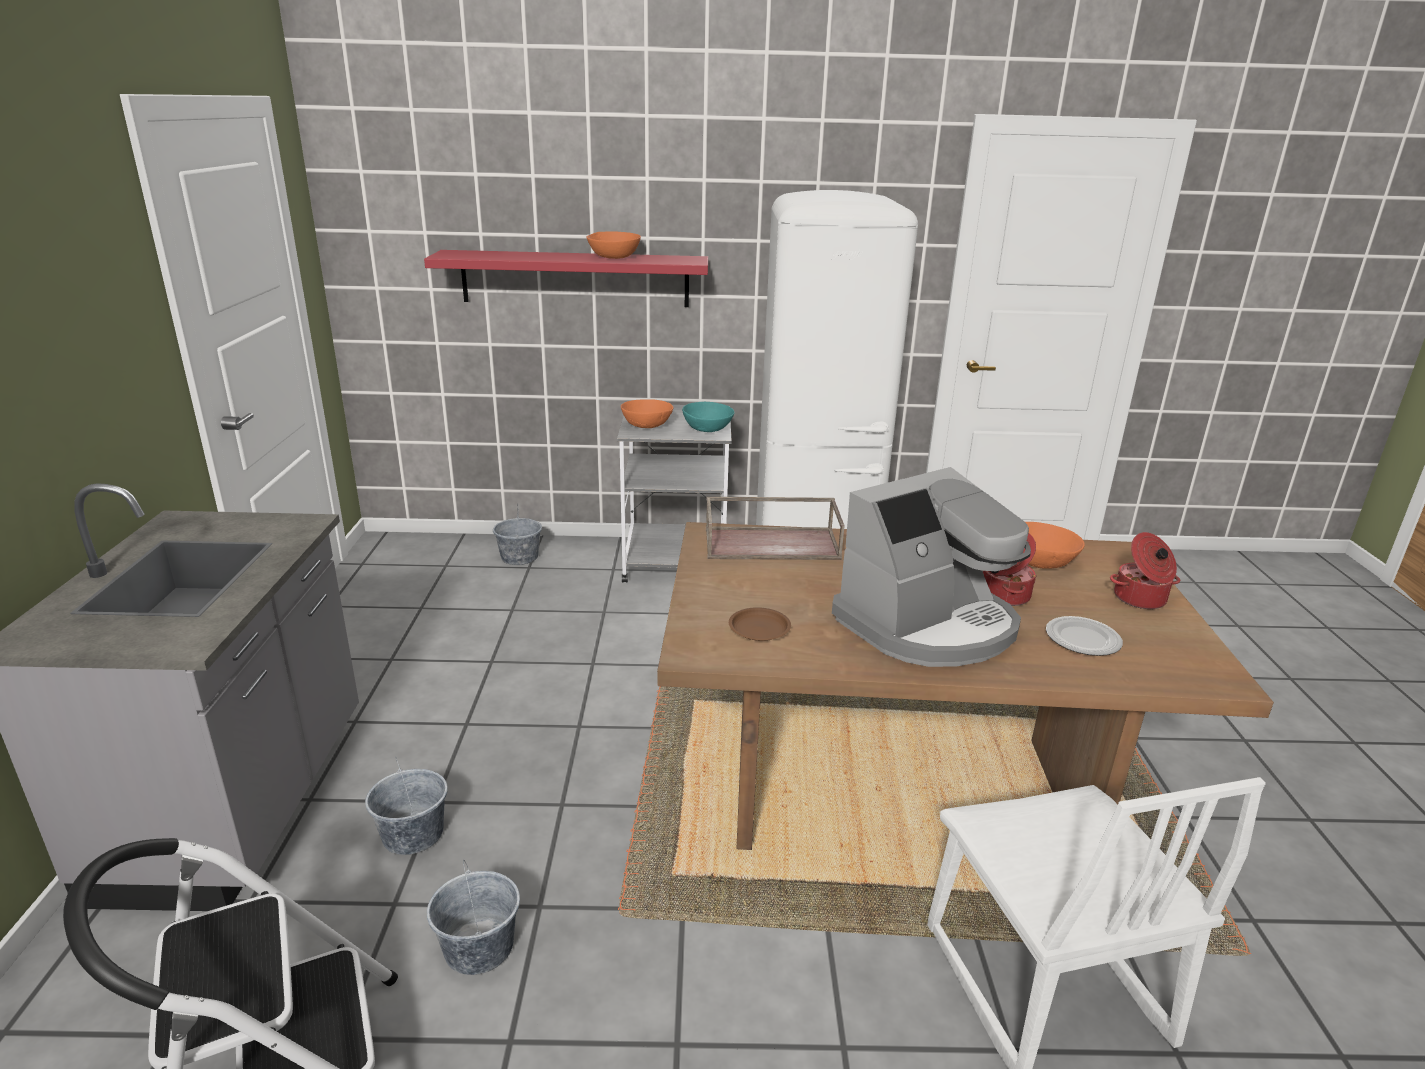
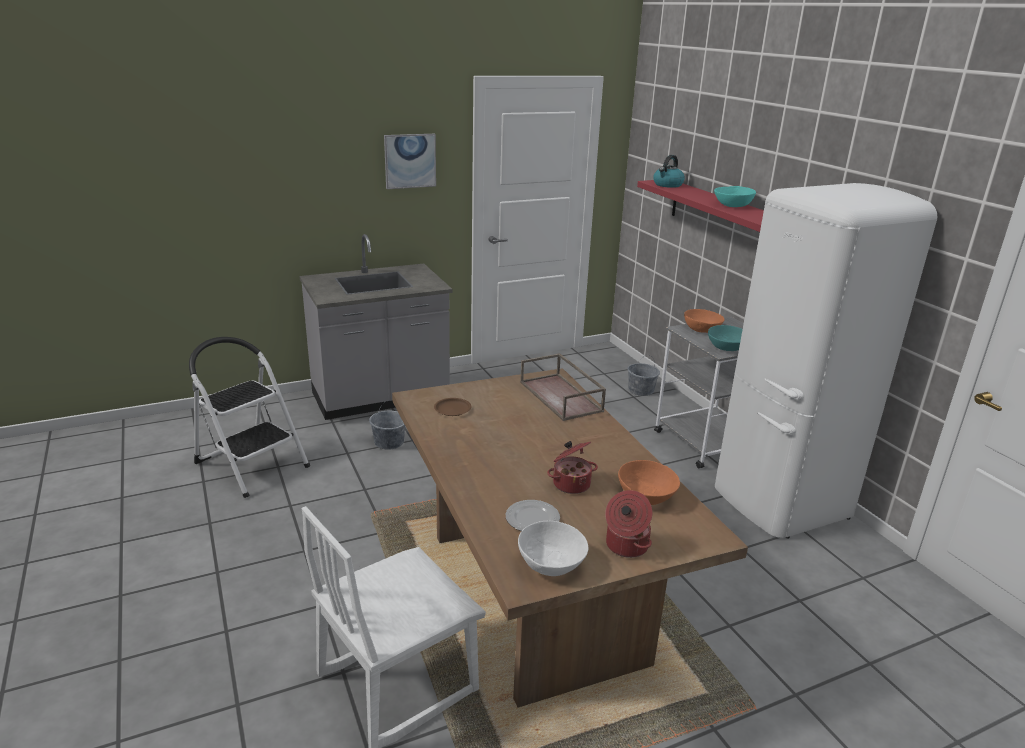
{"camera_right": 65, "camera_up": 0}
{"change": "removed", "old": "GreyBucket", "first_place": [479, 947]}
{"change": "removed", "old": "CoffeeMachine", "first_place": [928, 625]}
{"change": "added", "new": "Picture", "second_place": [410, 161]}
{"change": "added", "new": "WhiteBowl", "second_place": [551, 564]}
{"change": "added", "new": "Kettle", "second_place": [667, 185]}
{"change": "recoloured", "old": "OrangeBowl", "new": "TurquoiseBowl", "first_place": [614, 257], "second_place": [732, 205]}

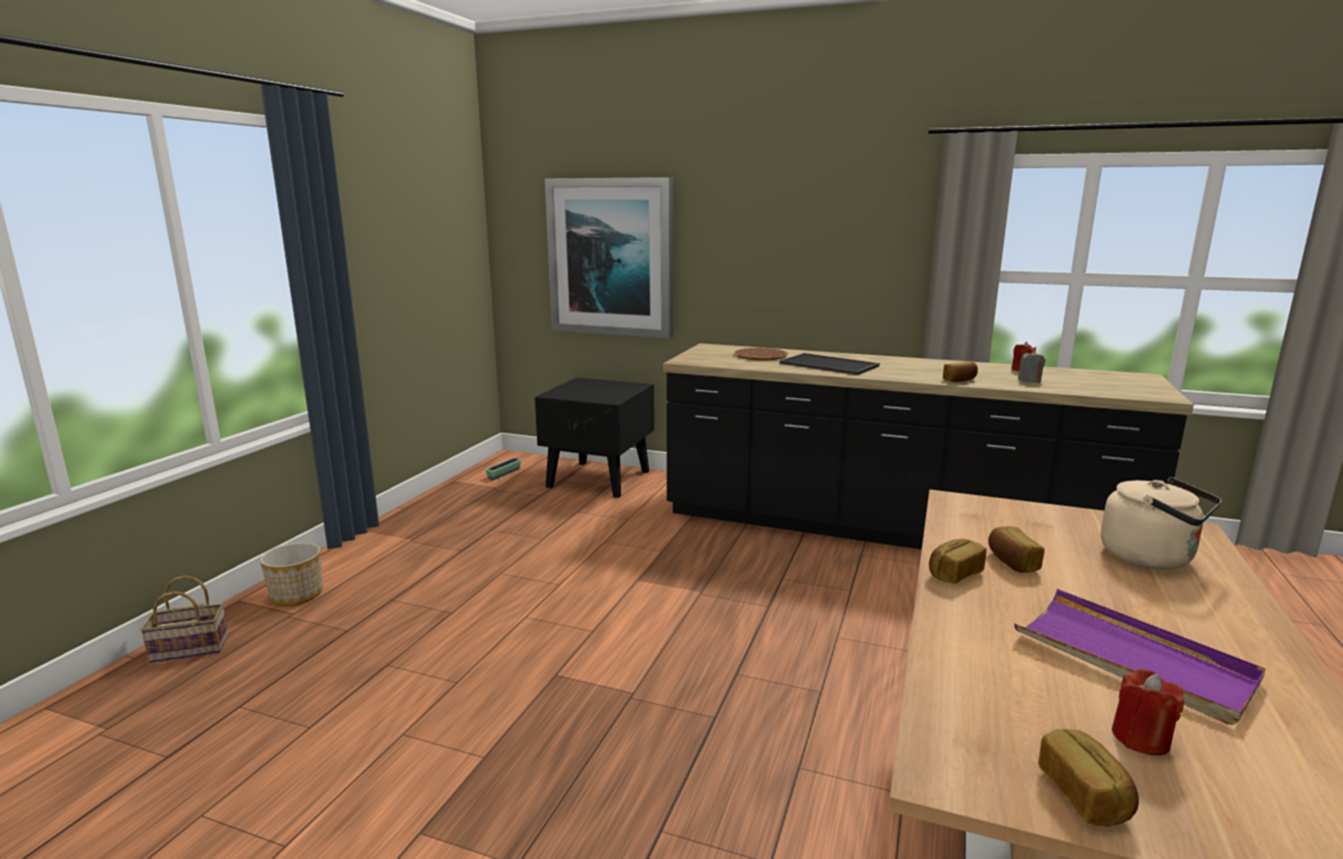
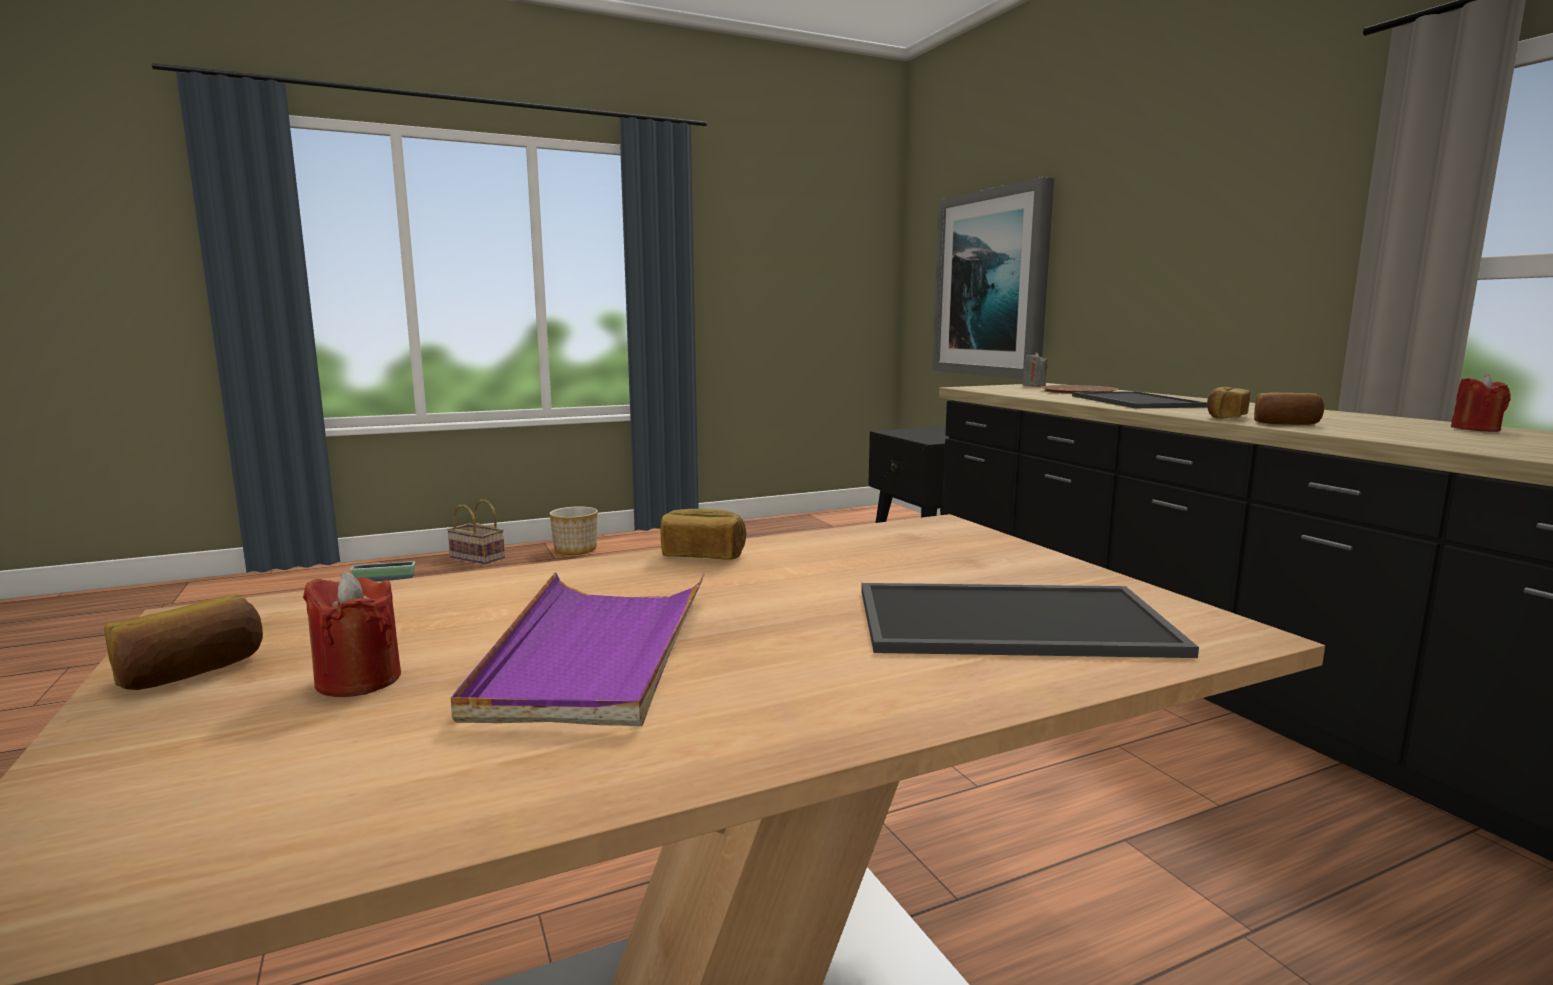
{"camera_right": 45, "camera_up": -5}
{"change": "moved", "old": "Planter", "first_place": [504, 474], "second_place": [384, 579]}
{"change": "moved", "old": "Bread", "first_place": [1011, 562], "second_place": [1225, 417]}
{"change": "moved", "old": "GreyCandle", "first_place": [1029, 380], "second_place": [1033, 386]}
{"change": "replaced", "old": "BeigeKettle", "new": "Tray", "first_place": [1152, 558], "second_place": [1009, 623]}

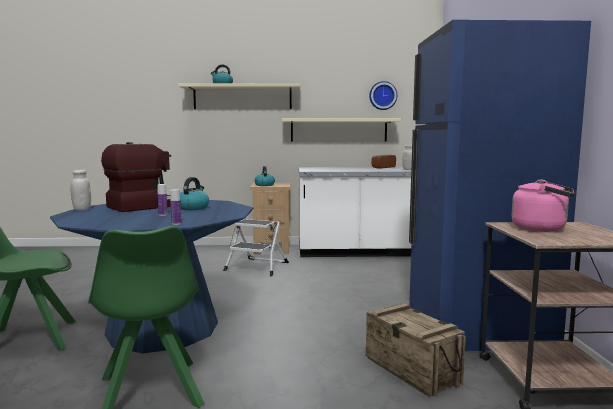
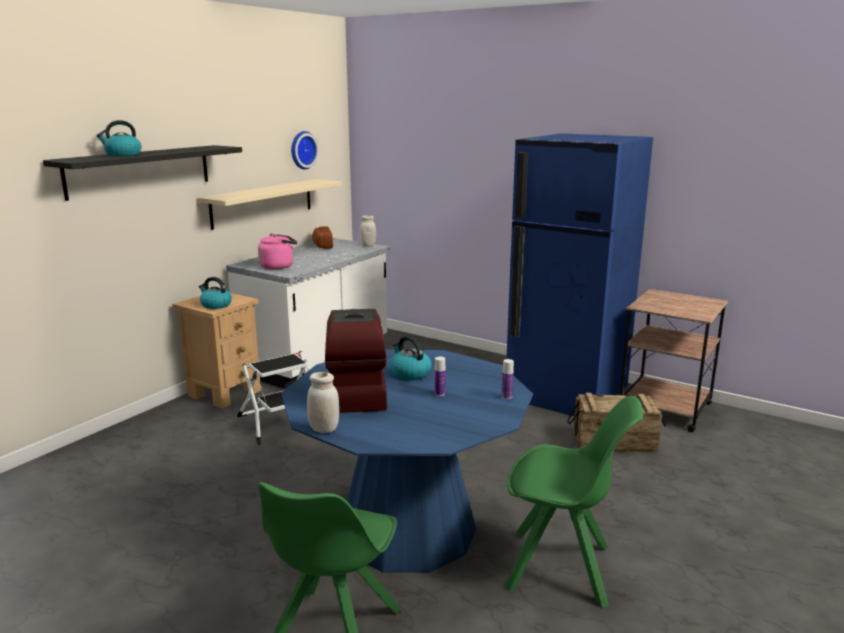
{"camera_right": -55, "camera_up": 10}
{"change": "moved", "old": "PinkKettle", "first_place": [542, 228], "second_place": [278, 266]}
{"change": "recoloured", "old": "BeigeShelf", "new": "BlackShelf", "first_place": [242, 97], "second_place": [140, 171]}

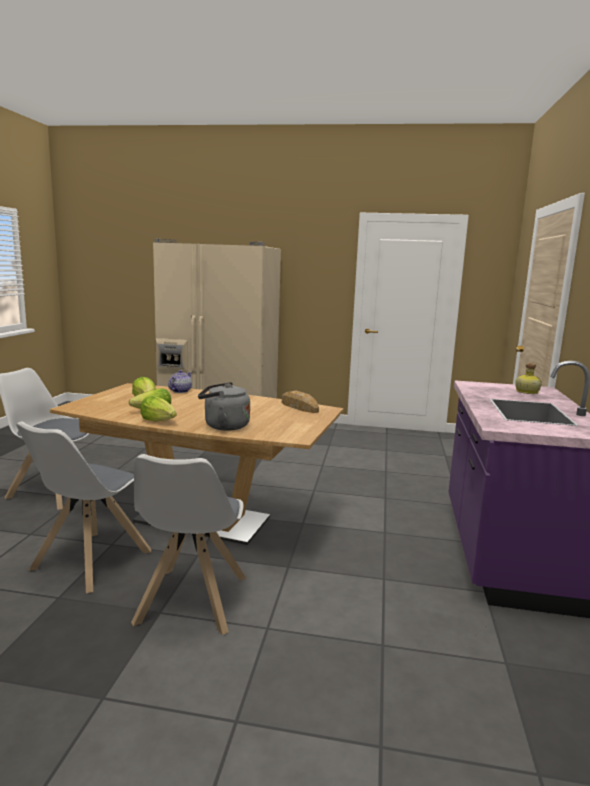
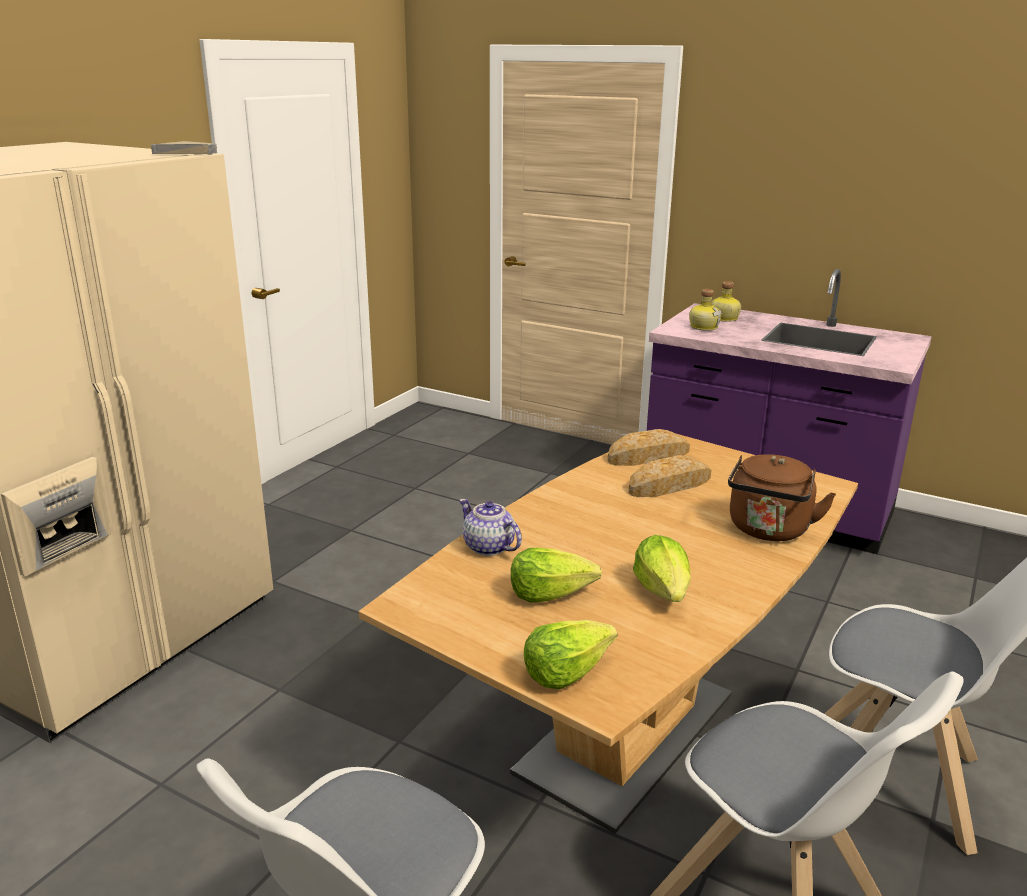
{"camera_right": -70, "camera_up": 10}
{"change": "added", "new": "Bread", "second_place": [670, 485]}
{"change": "added", "new": "Bottle", "second_place": [703, 327]}
{"change": "moved", "old": "Lettuce", "first_place": [159, 421], "second_place": [566, 671]}
{"change": "recoloured", "old": "GreyKettle", "new": "BrownKettle", "first_place": [223, 426], "second_place": [768, 531]}

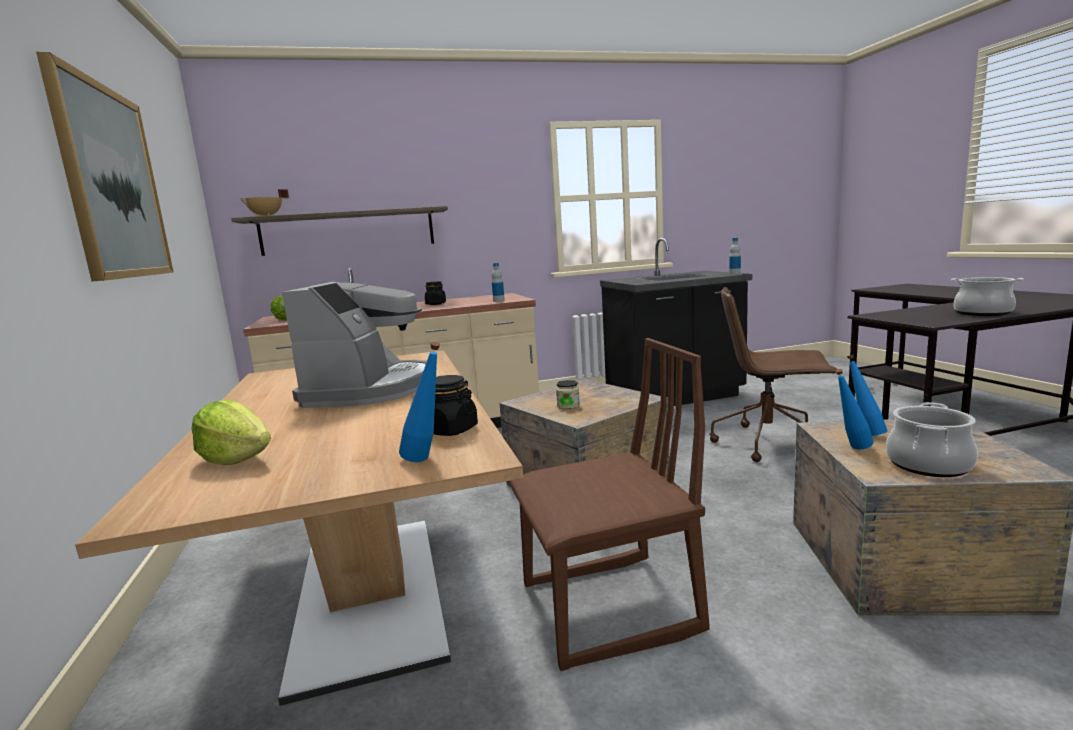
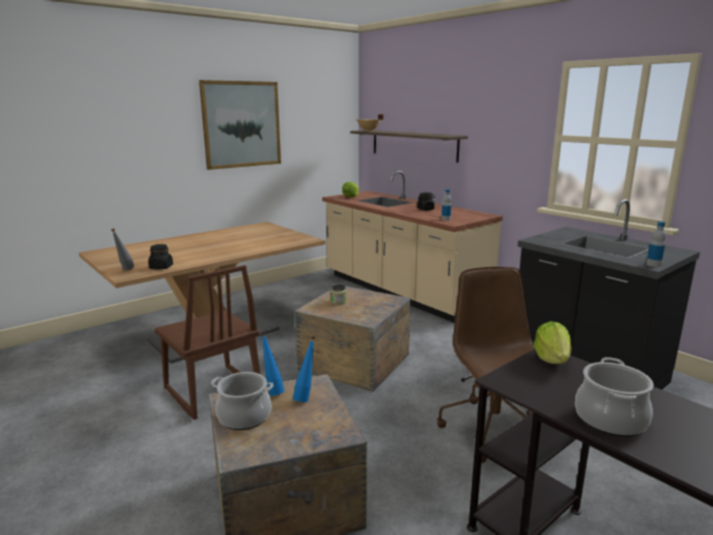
{"camera_right": 65, "camera_up": 5}
{"change": "removed", "old": "CoffeeMachine", "first_place": [371, 389]}
{"change": "moved", "old": "Lettuce", "first_place": [236, 459], "second_place": [552, 359]}
{"change": "recoloured", "old": "BlueBottle", "new": "GreyBottle", "first_place": [427, 461], "second_place": [125, 270]}

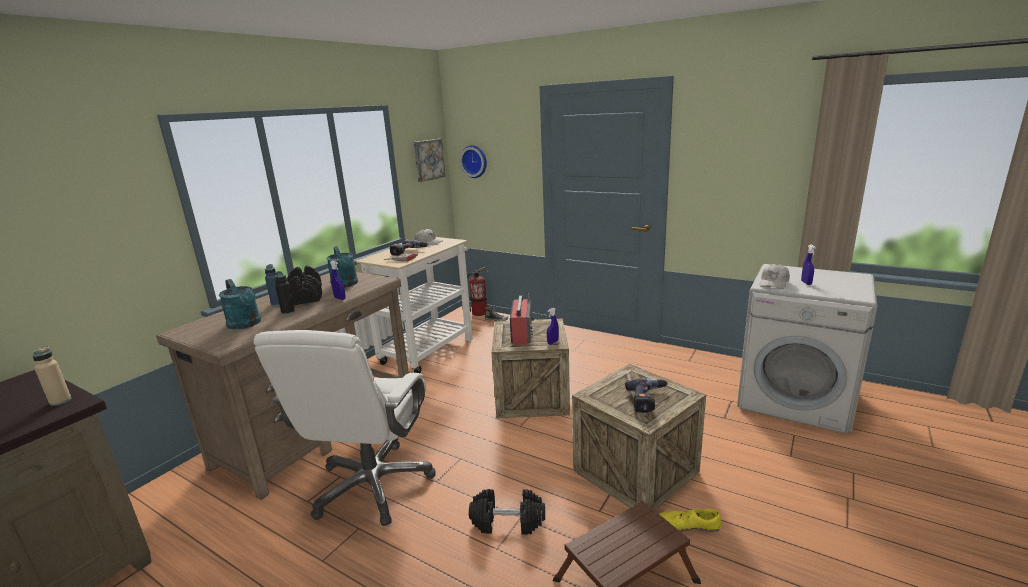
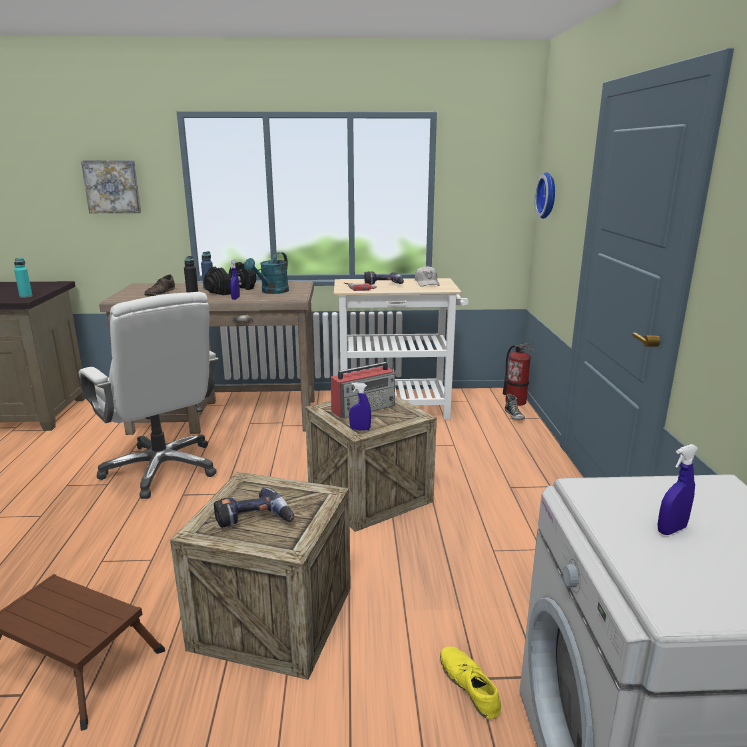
{"camera_right": 55, "camera_up": 0}
{"change": "removed", "old": "BlackDumbbell", "first_place": [508, 522]}
{"change": "removed", "old": "WhiteCap", "first_place": [774, 283]}
{"change": "moved", "old": "Picture", "first_place": [428, 160], "second_place": [112, 186]}
{"change": "moved", "old": "YellowShoe", "first_place": [687, 525], "second_place": [469, 685]}
{"change": "replaced", "old": "TurquoiseWateringCan", "new": "BrownShoe", "first_place": [246, 324], "second_place": [160, 293]}
{"change": "recoloured", "old": "BeigeBottle", "new": "TurquoiseBottle", "first_place": [60, 401], "second_place": [26, 296]}
{"change": "turned", "old": "WhiteOfficeChair", "first_place": [372, 485], "second_place": [162, 468], "degrees": -105}

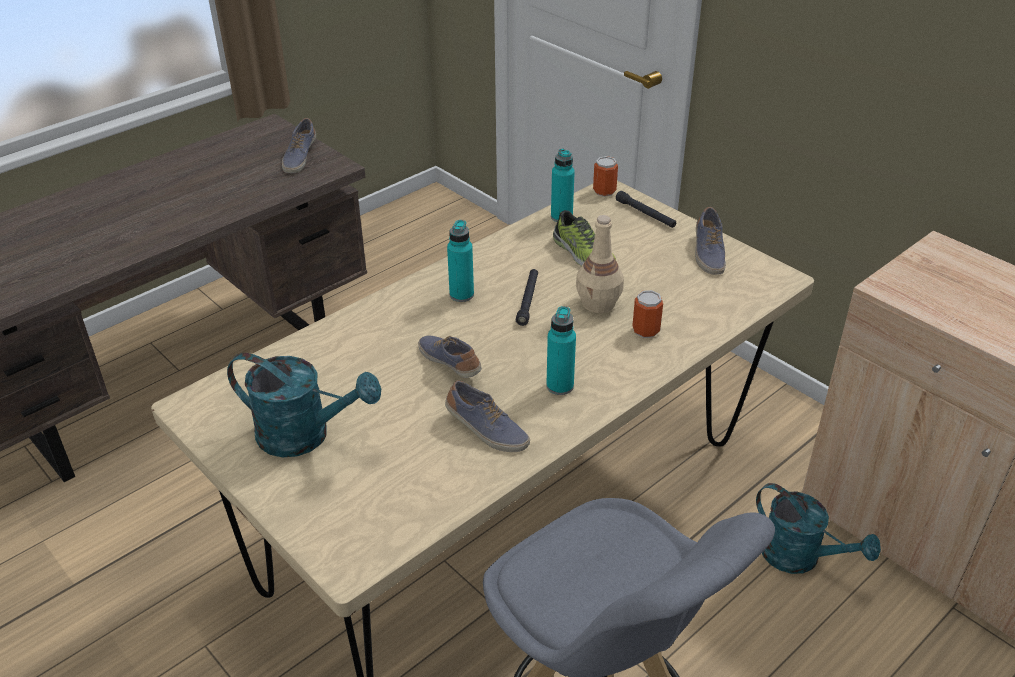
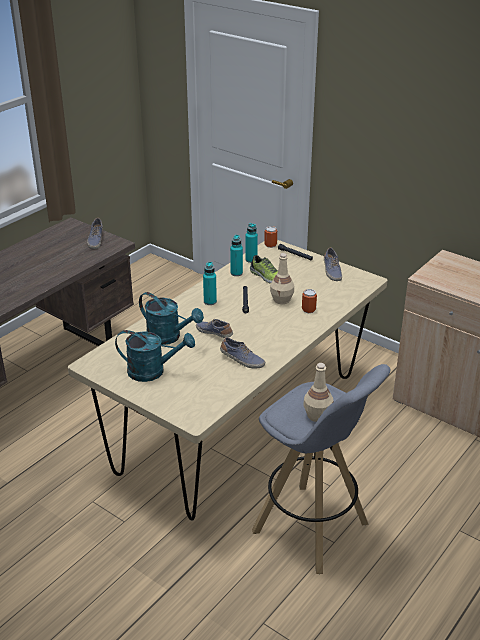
{"camera_right": -10, "camera_up": -5}
{"change": "added", "new": "BeigeBottle", "second_place": [317, 415]}
{"change": "moved", "old": "TurquoiseBottle", "first_place": [560, 386], "second_place": [236, 273]}
{"change": "moved", "old": "TurquoiseWateringCan", "first_place": [800, 558], "second_place": [169, 337]}

